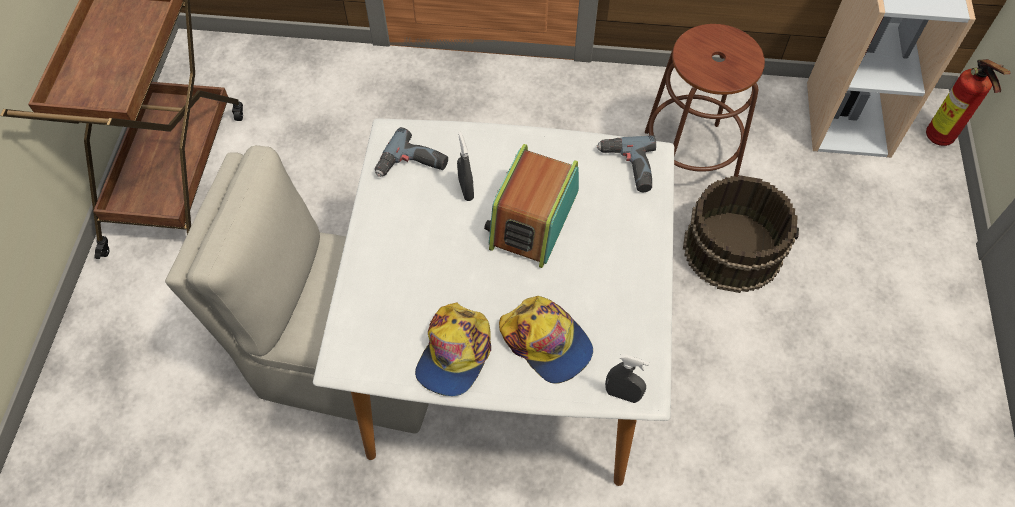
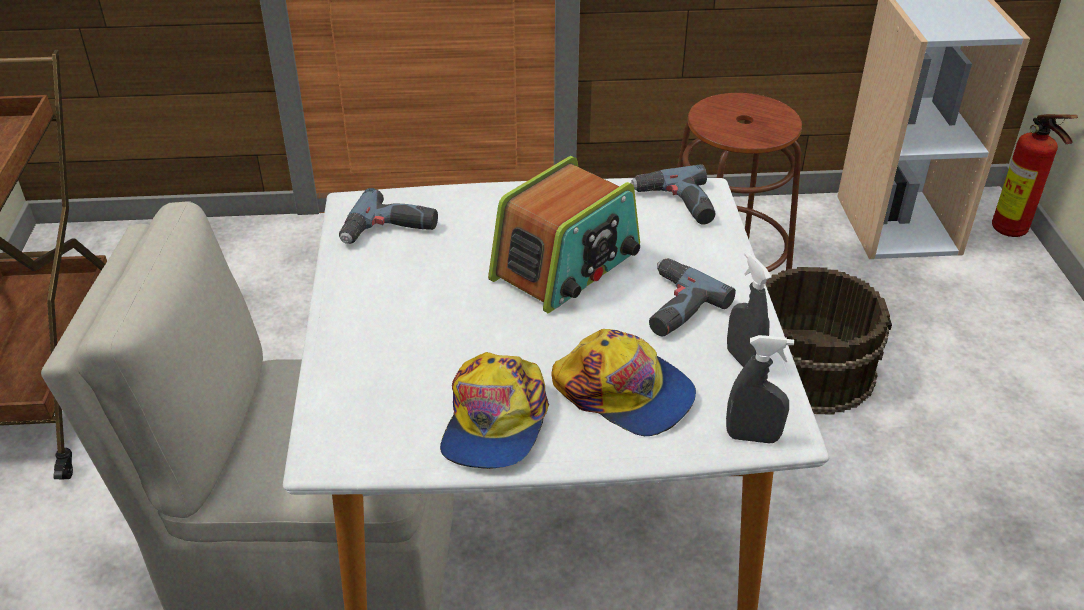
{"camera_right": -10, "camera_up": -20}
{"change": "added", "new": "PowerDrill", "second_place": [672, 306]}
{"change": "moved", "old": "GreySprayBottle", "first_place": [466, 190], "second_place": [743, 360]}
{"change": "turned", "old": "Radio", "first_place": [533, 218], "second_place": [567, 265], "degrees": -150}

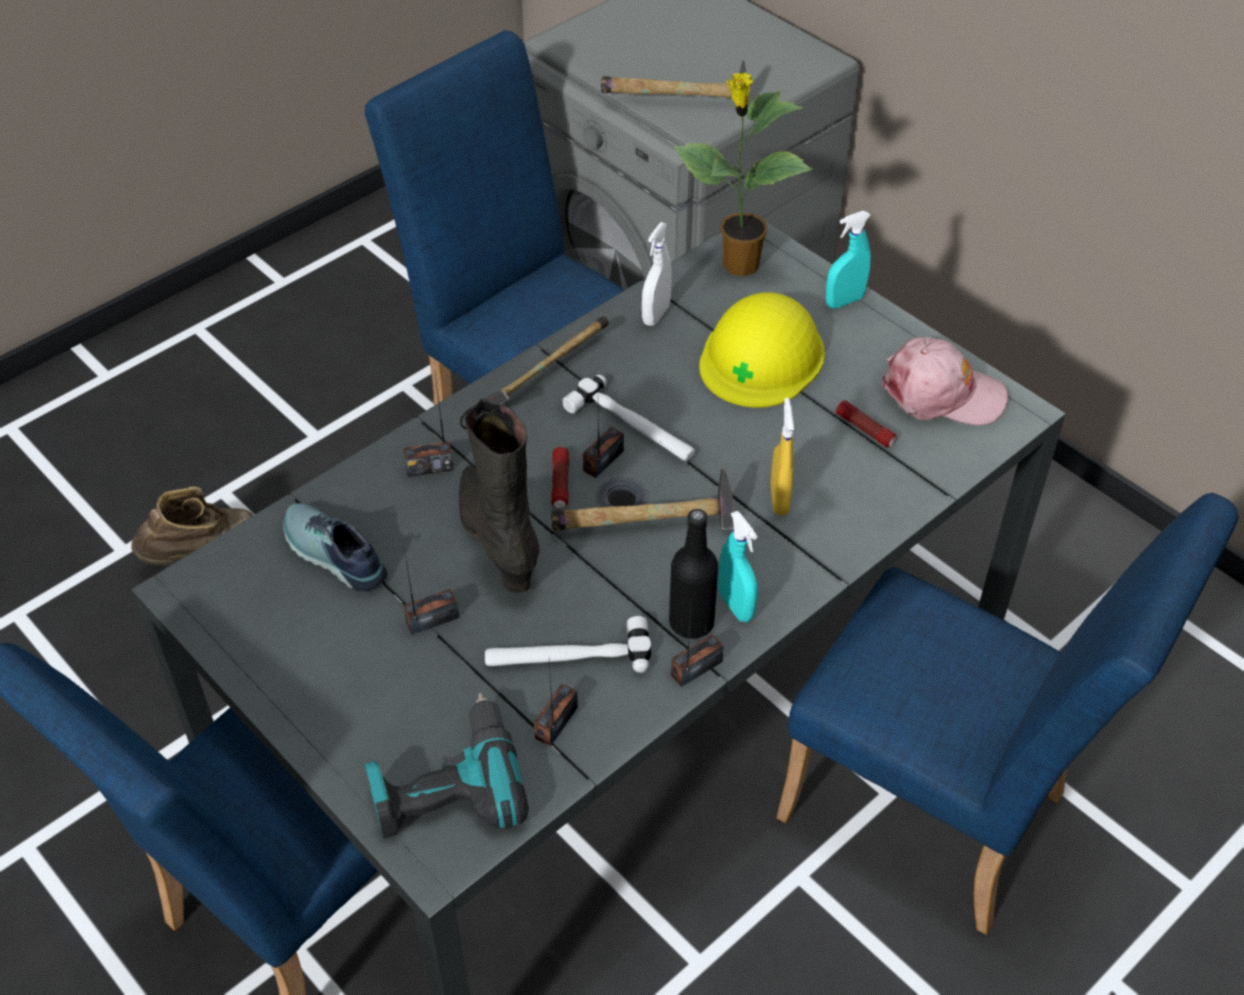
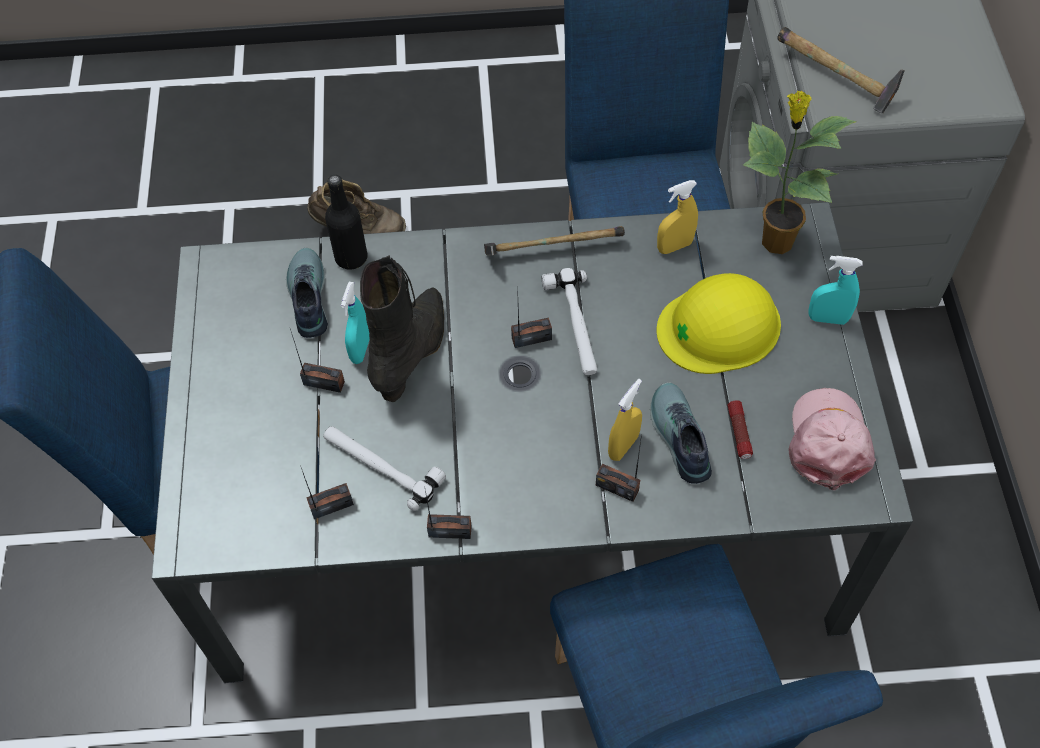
{"camera_right": 40, "camera_up": 10}
{"change": "removed", "old": "PowerDrill", "first_place": [446, 784]}
{"change": "removed", "old": "Flashlight", "first_place": [560, 483]}
{"change": "removed", "old": "Hammer", "first_place": [649, 526]}
{"change": "added", "new": "Shoe", "second_place": [677, 438]}
{"change": "moved", "old": "Radio", "first_place": [429, 467], "second_place": [617, 487]}
{"change": "moved", "old": "BlackBottle", "first_place": [691, 622], "second_place": [351, 258]}
{"change": "moved", "old": "TurquoiseSprayBottle", "first_place": [736, 606], "second_place": [360, 349]}
{"change": "recoloured", "old": "WhiteSprayBottle", "new": "YellowSprayBottle", "first_place": [656, 315], "second_place": [674, 246]}
{"change": "turned", "old": "PinkCap", "first_place": [942, 393], "second_place": [828, 441], "degrees": -135}

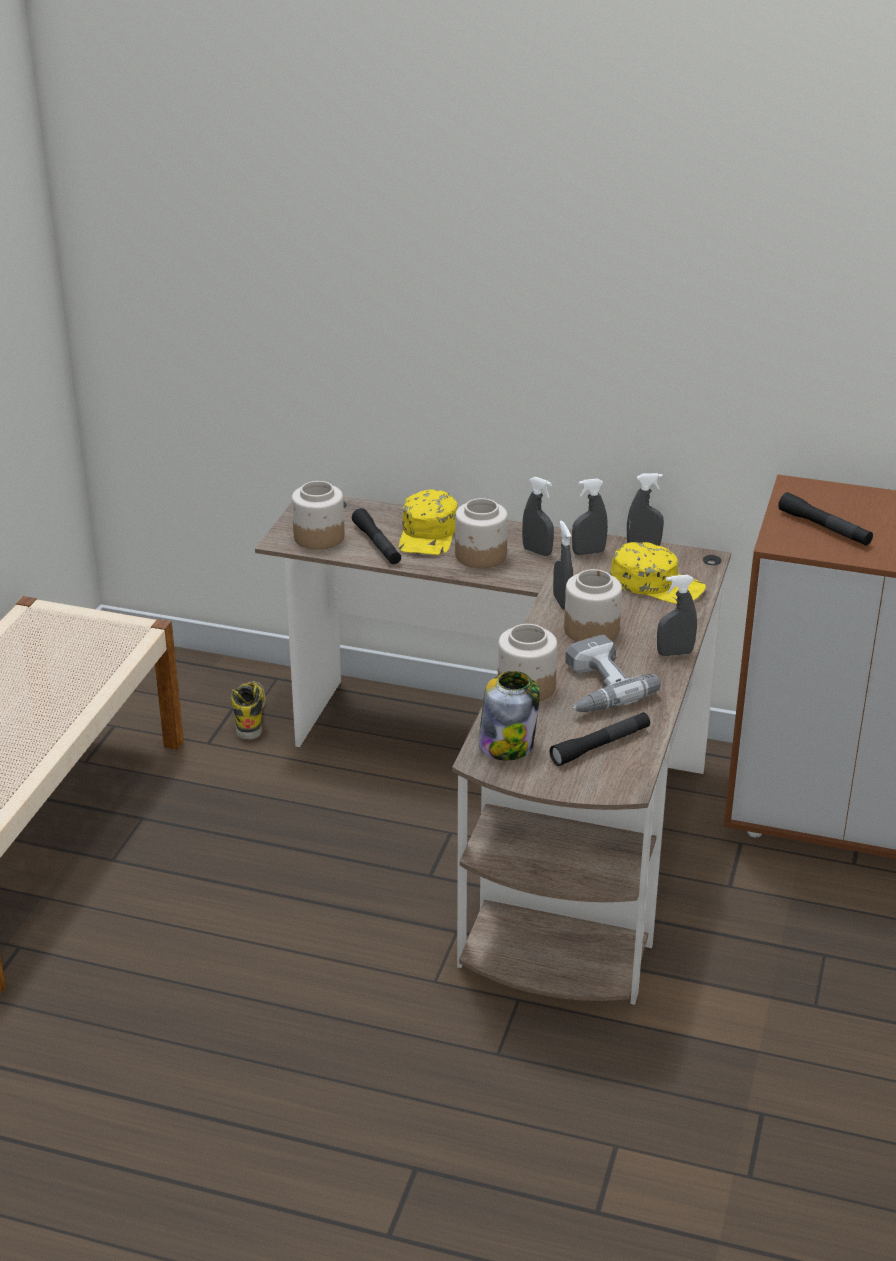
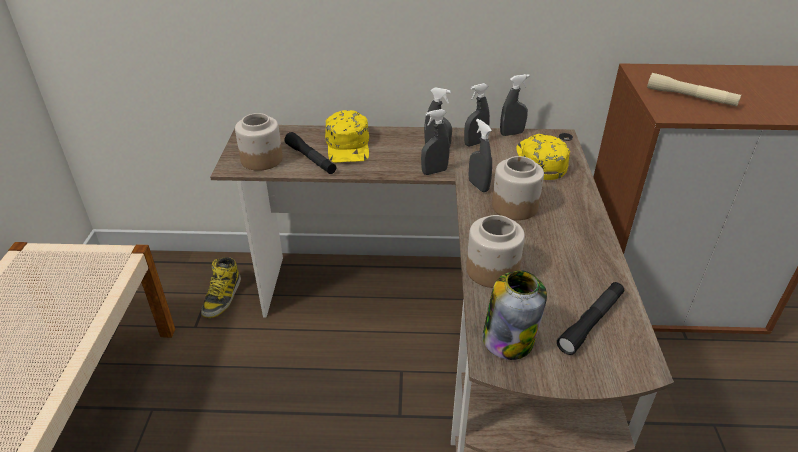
{"camera_right": -15, "camera_up": 5}
{"change": "removed", "old": "Jar", "first_place": [481, 556]}
{"change": "removed", "old": "PowerDrill", "first_place": [595, 687]}
{"change": "moved", "old": "GreySprayBottle", "first_place": [674, 653], "second_place": [434, 172]}
{"change": "recoloured", "old": "BlackFlashlight", "new": "BeigeFlashlight", "first_place": [824, 528], "second_place": [691, 97]}
{"change": "turned", "old": "Boot", "first_place": [250, 715], "second_place": [222, 297], "degrees": -150}
{"change": "turned", "old": "YellowCap", "first_place": [657, 584], "second_place": [539, 160], "degrees": -105}

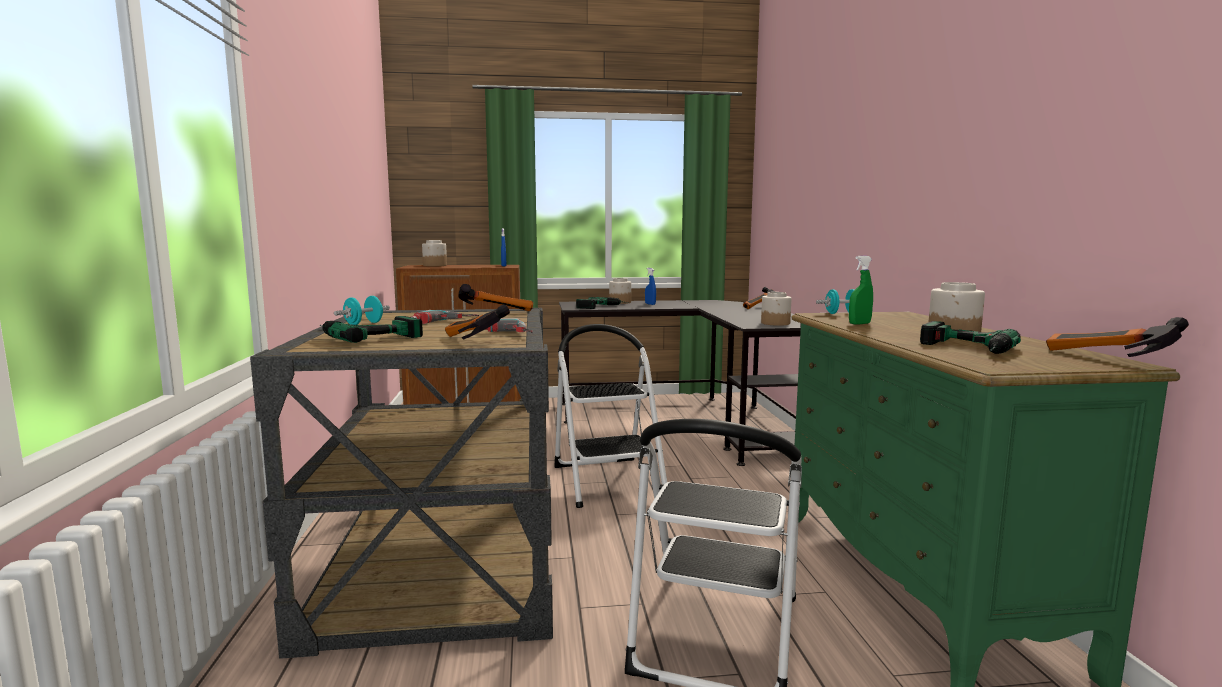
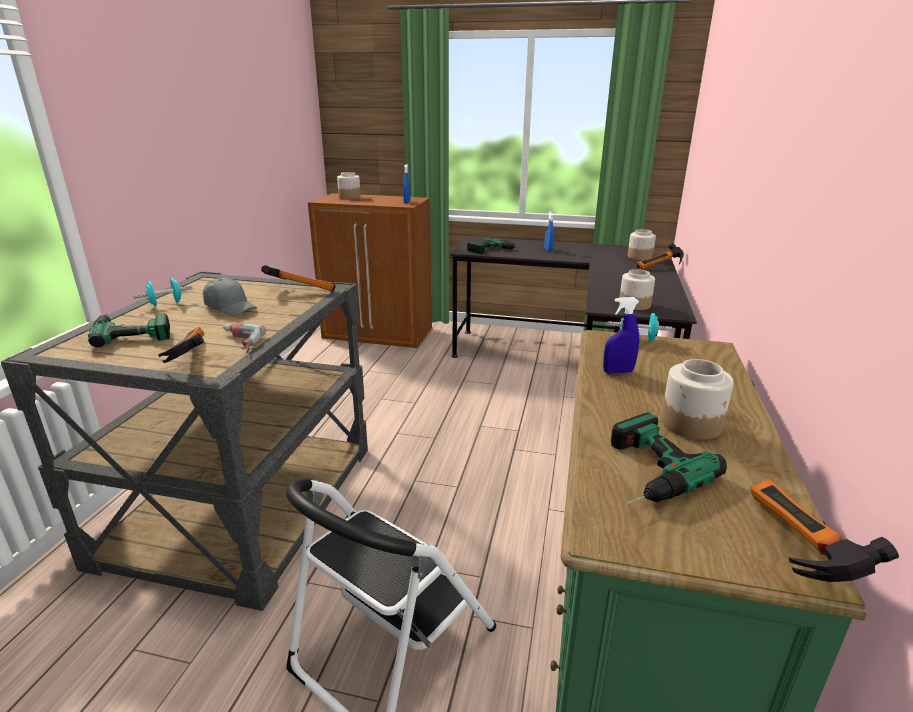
{"camera_right": 20, "camera_up": 15}
{"change": "removed", "old": "StepLadder", "first_place": [607, 480]}
{"change": "moved", "old": "Jar", "first_place": [619, 302], "second_place": [639, 257]}
{"change": "replaced", "old": "PowerDrill", "new": "GreyCap", "first_place": [443, 322], "second_place": [231, 308]}
{"change": "recoloured", "old": "GreenSprayBottle", "new": "BlueSprayBottle", "first_place": [859, 324], "second_place": [618, 372]}

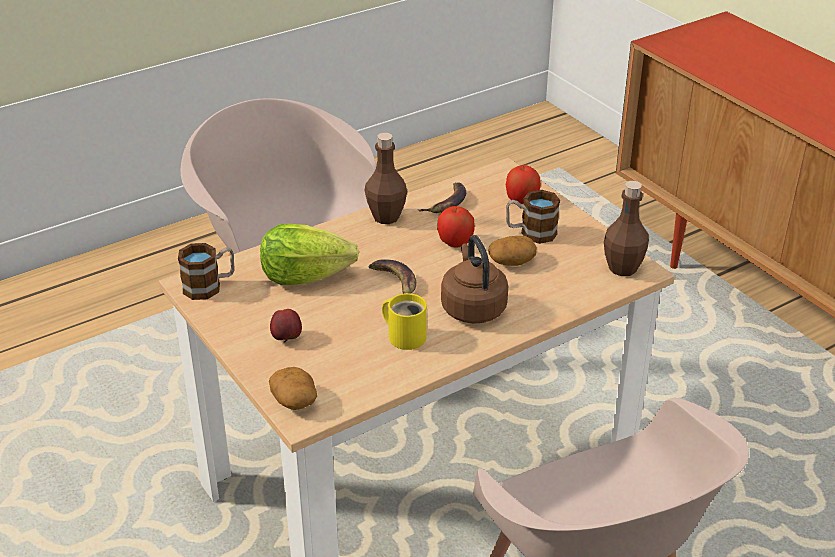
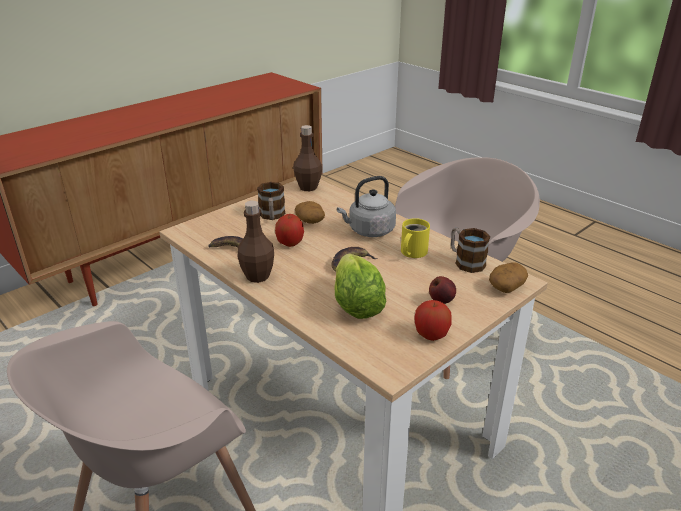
{"camera_right": -100, "camera_up": -5}
{"change": "moved", "old": "Mug", "first_place": [209, 286], "second_place": [465, 261]}
{"change": "moved", "old": "Apple", "first_place": [521, 200], "second_place": [431, 335]}
{"change": "recoloured", "old": "BrownKettle", "new": "GreyKettle", "first_place": [472, 307], "second_place": [369, 231]}

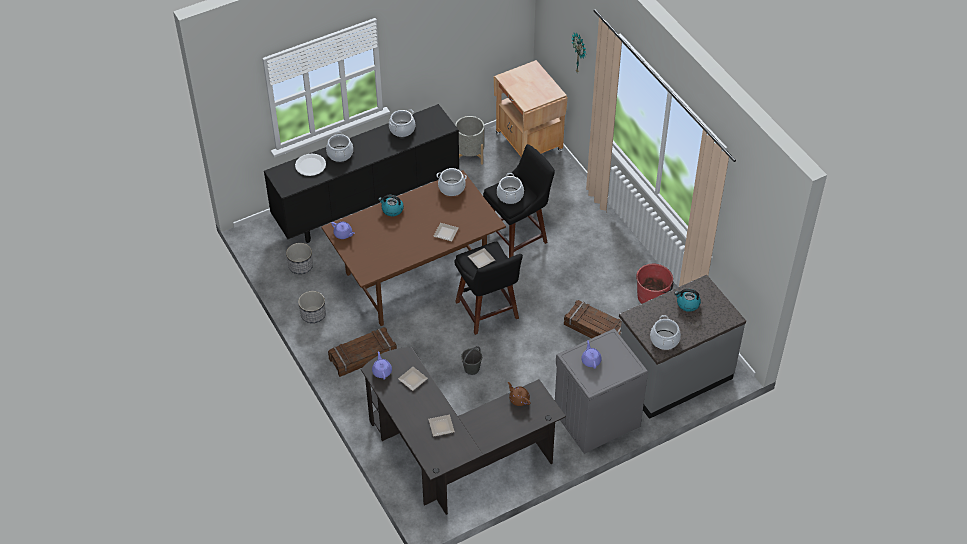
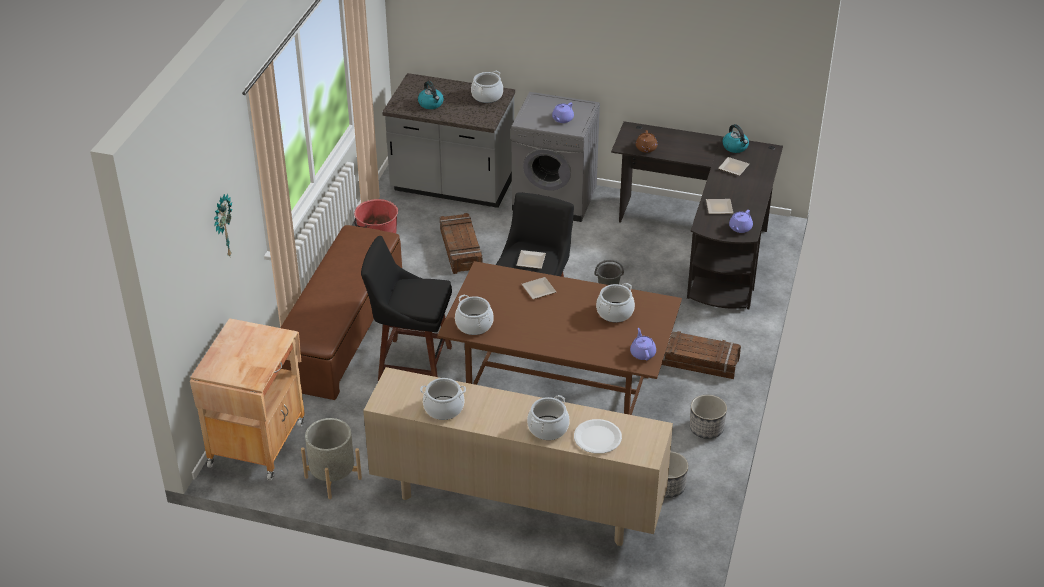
{"camera_right": -135, "camera_up": -10}
{"change": "added", "new": "BrownBench", "second_place": [342, 329]}
{"change": "moved", "old": "Kettle", "first_place": [392, 210], "second_place": [735, 147]}
{"change": "moved", "old": "CookingPot", "first_place": [510, 195], "second_place": [614, 312]}
{"change": "recoloured", "old": "BlackCabinet", "new": "BeigeCabinet", "first_place": [367, 204], "second_place": [516, 503]}

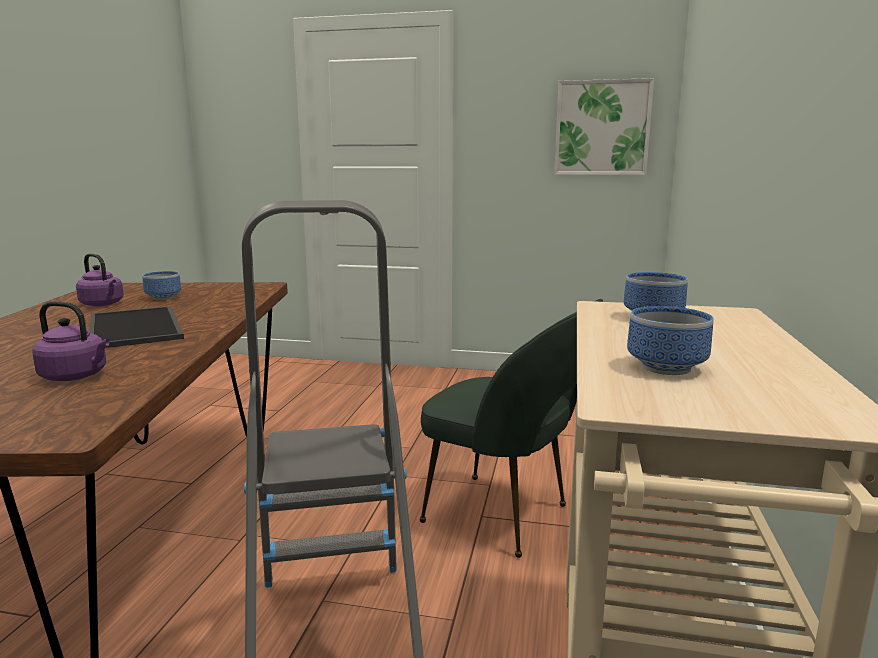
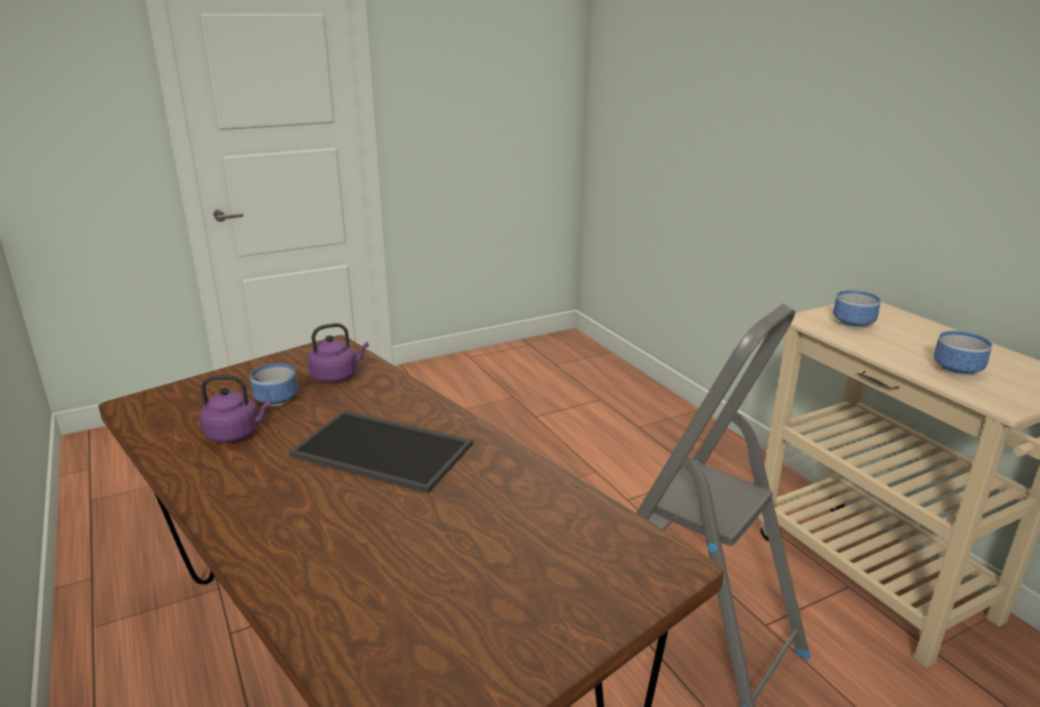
{"camera_right": -40, "camera_up": 10}
{"change": "removed", "old": "GreenChair", "first_place": [505, 518]}
{"change": "removed", "old": "Picture", "first_place": [602, 128]}
{"change": "moved", "old": "PurpleKettle", "first_place": [76, 376], "second_place": [337, 376]}

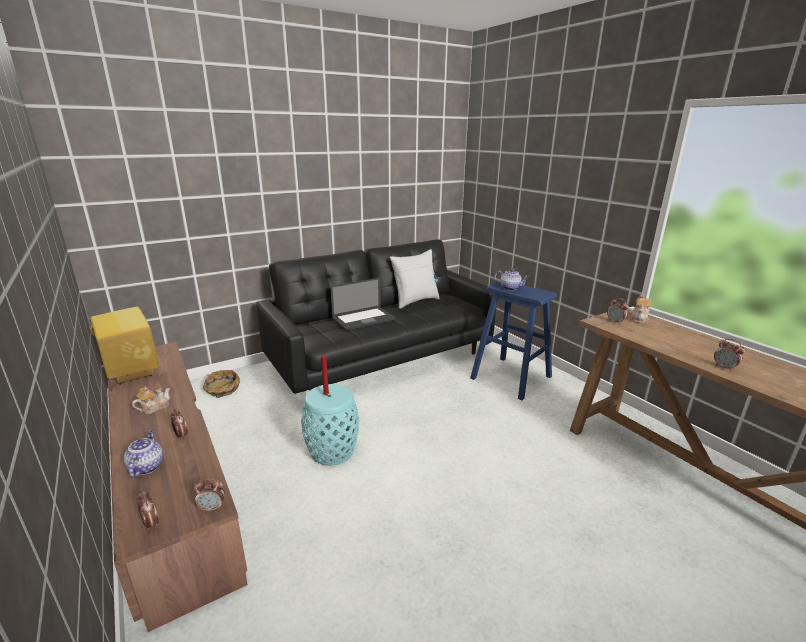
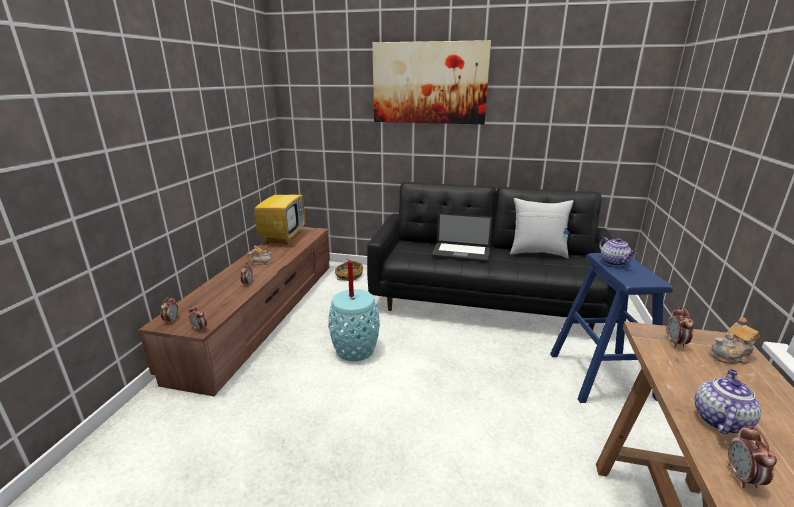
{"camera_right": 45, "camera_up": 0}
{"change": "added", "new": "Picture", "second_place": [429, 83]}
{"change": "moved", "old": "Teapot", "first_place": [146, 466], "second_place": [719, 419]}

